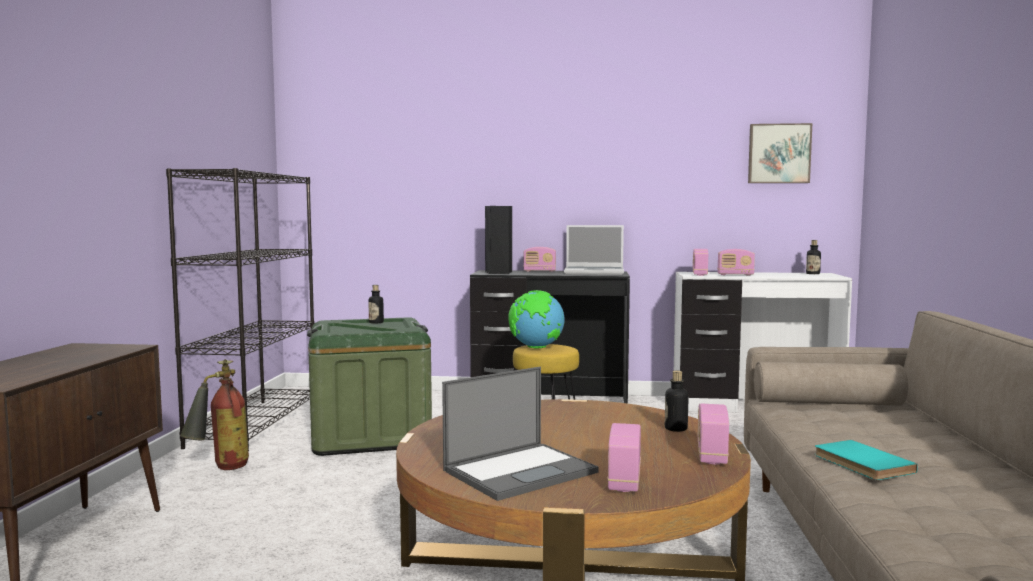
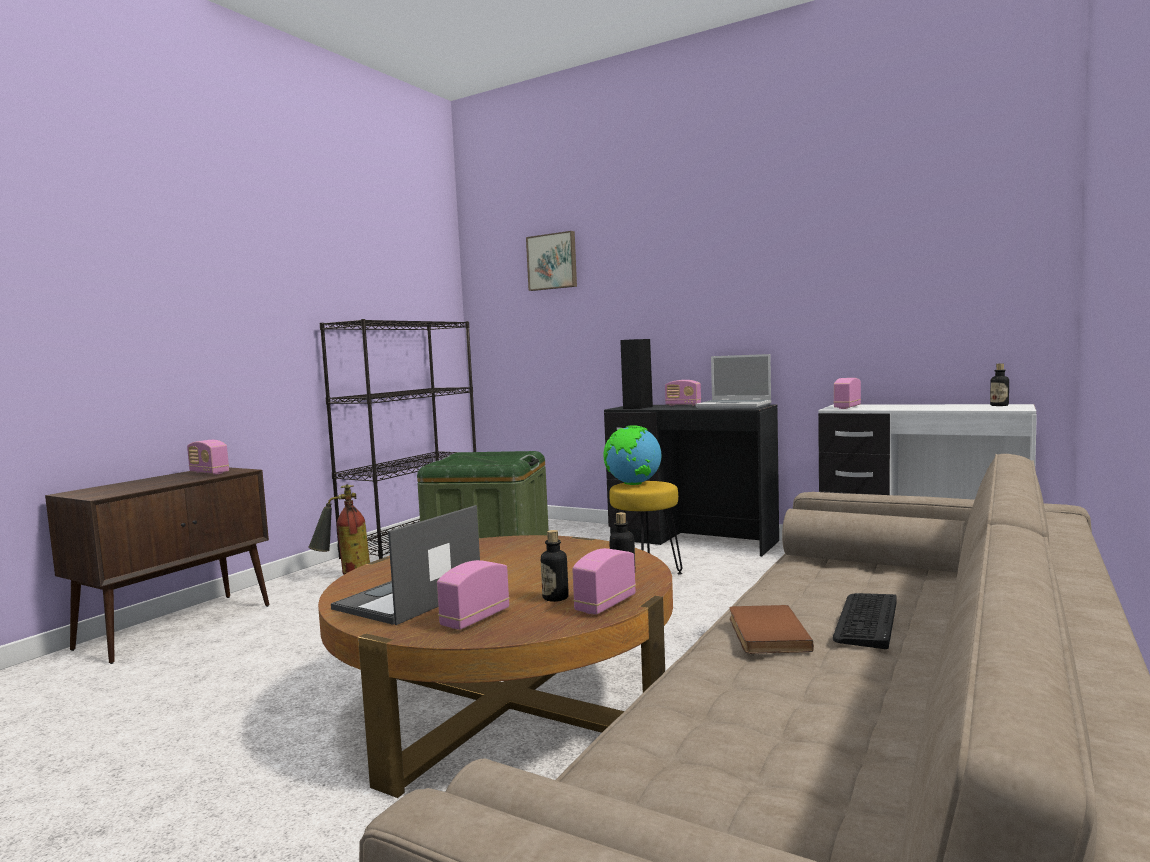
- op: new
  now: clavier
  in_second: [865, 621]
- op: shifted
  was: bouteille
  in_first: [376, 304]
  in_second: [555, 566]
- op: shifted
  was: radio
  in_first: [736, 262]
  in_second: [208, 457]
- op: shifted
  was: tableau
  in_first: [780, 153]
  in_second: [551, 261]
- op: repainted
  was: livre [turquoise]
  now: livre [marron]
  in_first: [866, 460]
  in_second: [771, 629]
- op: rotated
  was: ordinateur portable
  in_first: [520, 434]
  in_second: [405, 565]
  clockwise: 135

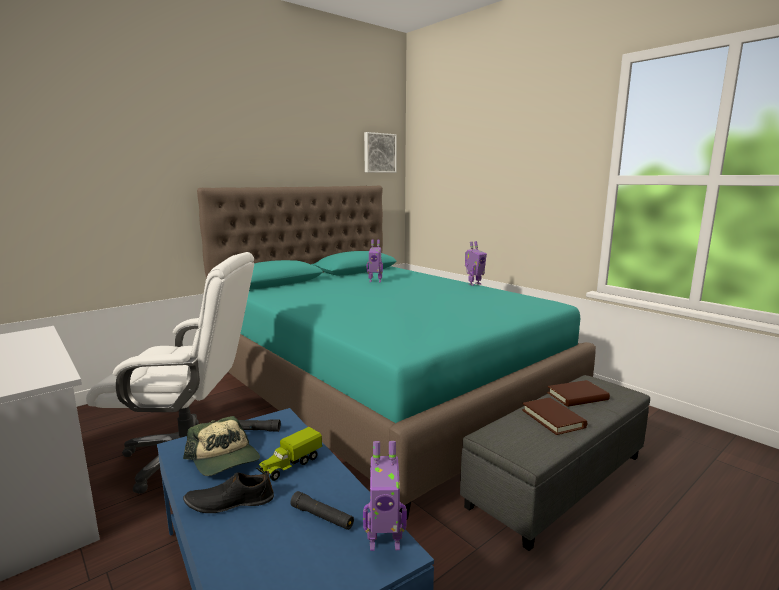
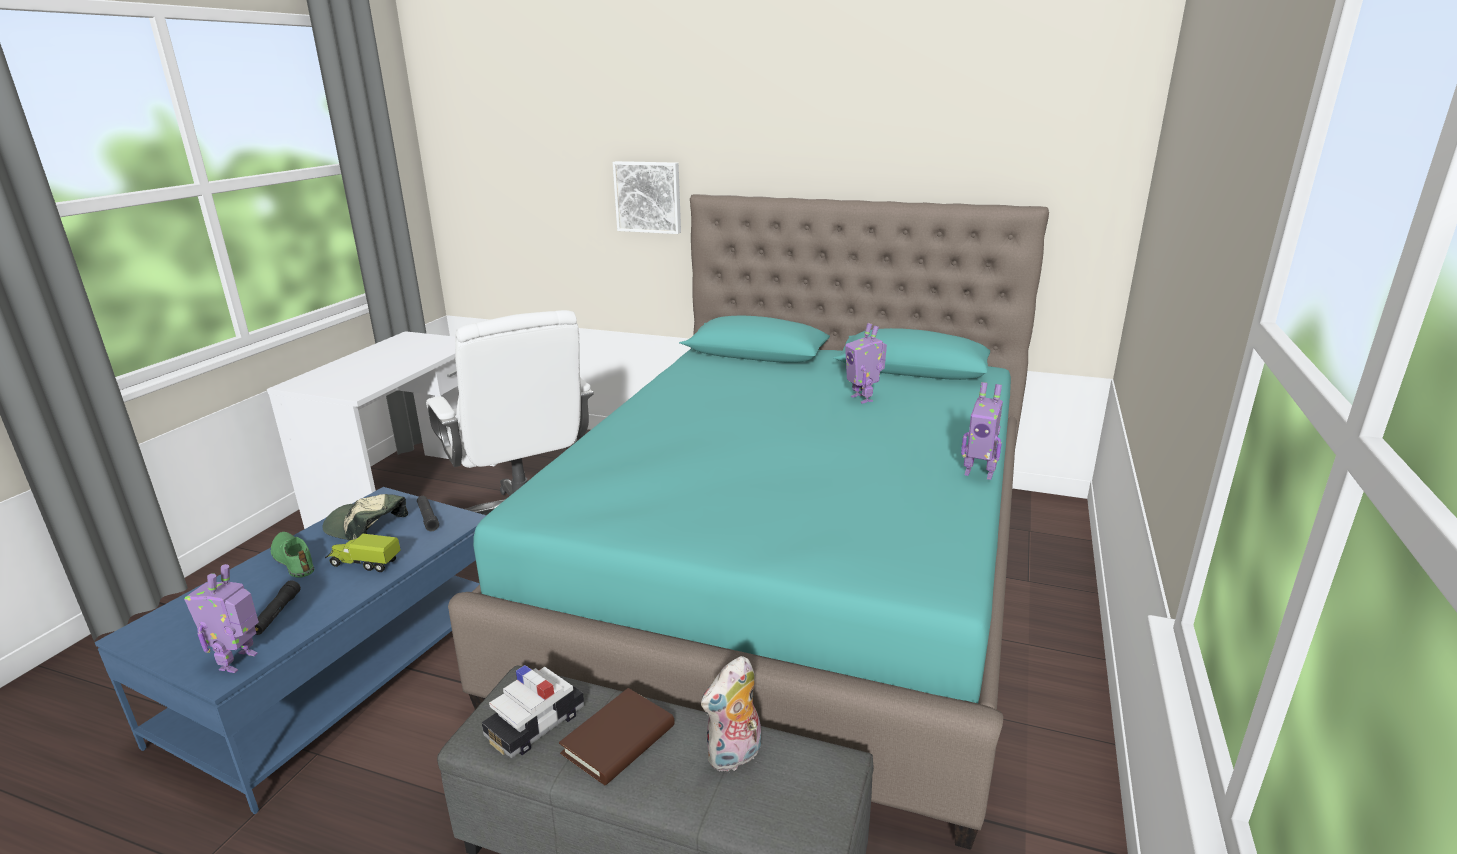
- op: new
  now: petite voiture
  in_second: [533, 711]
- op: shifted
  was: tableau
  in_first: [380, 152]
  in_second: [647, 197]
- op: swapped
  was: livre [marron]
  now: peluche
  in_first: [578, 393]
  in_second: [731, 714]
- op: repainted
  was: chaussure [noir]
  now: chaussure [vert]
  in_first: [228, 492]
  in_second: [292, 555]
- op: rotated
  was: casquette
  in_first: [221, 446]
  in_second: [365, 517]
  clockwise: 90
- op: rotated
  was: robot jouet
  in_first: [385, 496]
  in_second: [221, 618]
  clockwise: 45

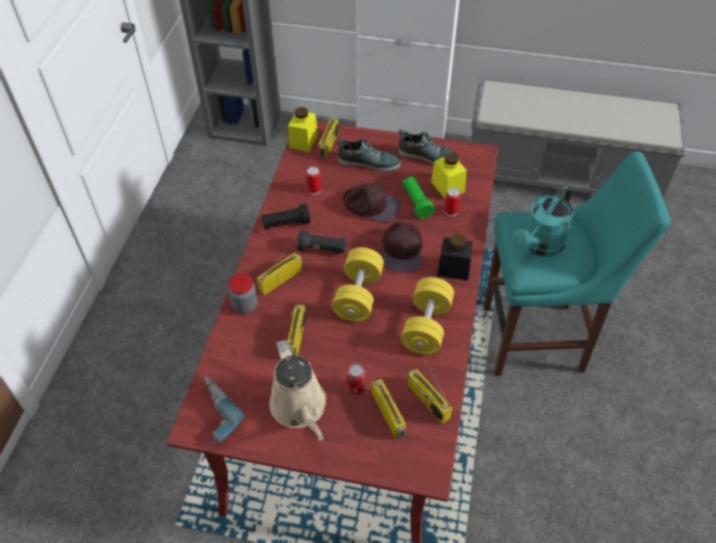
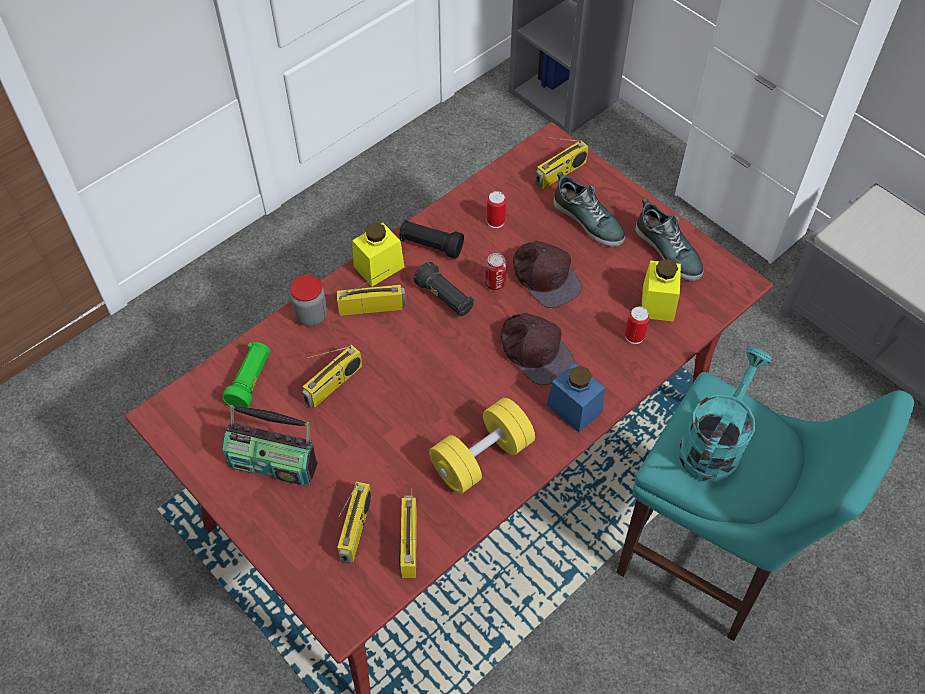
- op: gone
  was: perceuse
  in_first: [225, 409]
- op: gone
  was: haltère [jaune]
  in_first: [358, 284]
- op: shifted
  was: bocal [jaune]
  in_first: [303, 129]
  in_second: [378, 254]
- op: shifted
  was: boîte métallique
  in_first: [356, 379]
  in_second: [496, 271]
- op: shifted
  was: lampe de poche [vert]
  in_first: [418, 197]
  in_second: [246, 375]
- op: swapped
  was: arrosoir [beige]
  now: radio
  in_first: [297, 390]
  in_second: [270, 445]
- op: repainted
  was: bocal [noir]
  now: bocal [bleu]
  in_first: [455, 257]
  in_second: [576, 398]
- op: rotated
  was: casquette [marron]
  in_first: [402, 247]
  in_second: [537, 349]
  clockwise: -75
- op: rotated
  was: arrosoir [turquoise]
  in_first: [543, 221]
  in_second: [725, 415]
  clockwise: 135

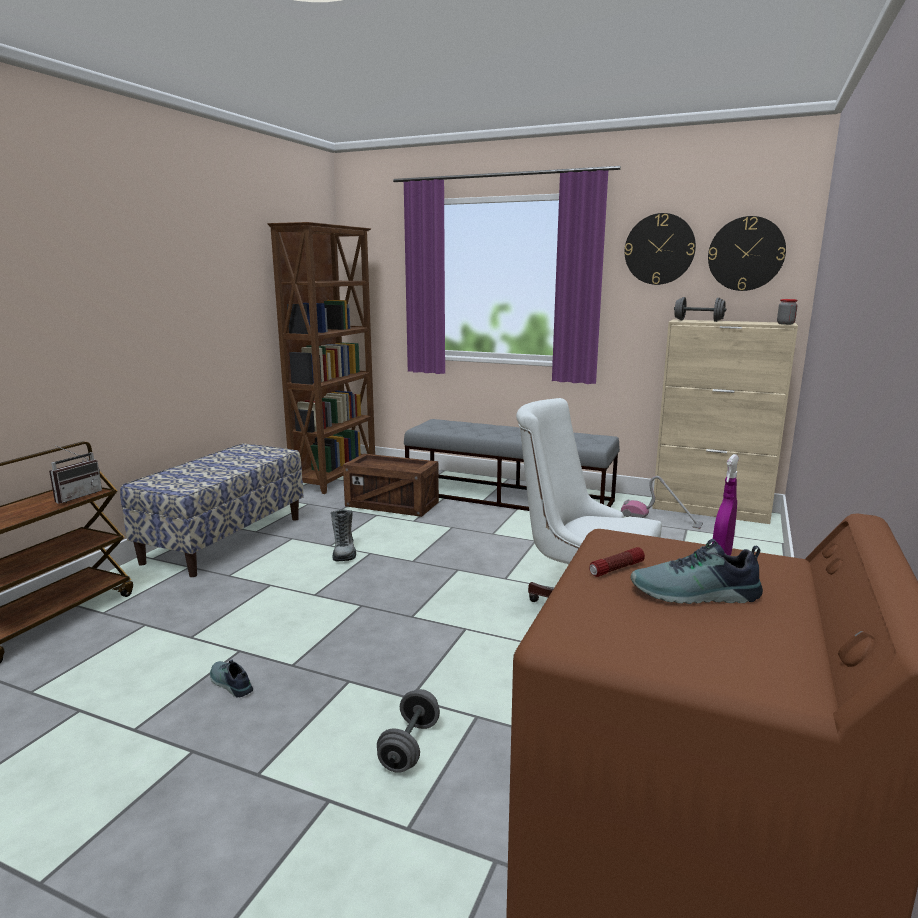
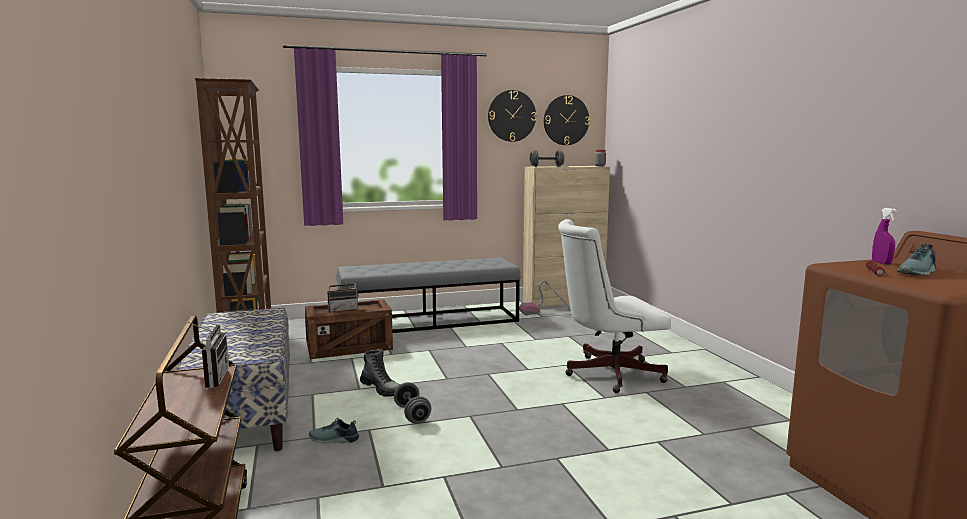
- op: new
  now: radio
  in_second: [343, 293]
- op: shifted
  was: chaussure
  in_first: [231, 679]
  in_second: [334, 430]
- op: shifted
  was: haltère [gris]
  in_first: [408, 731]
  in_second: [412, 402]

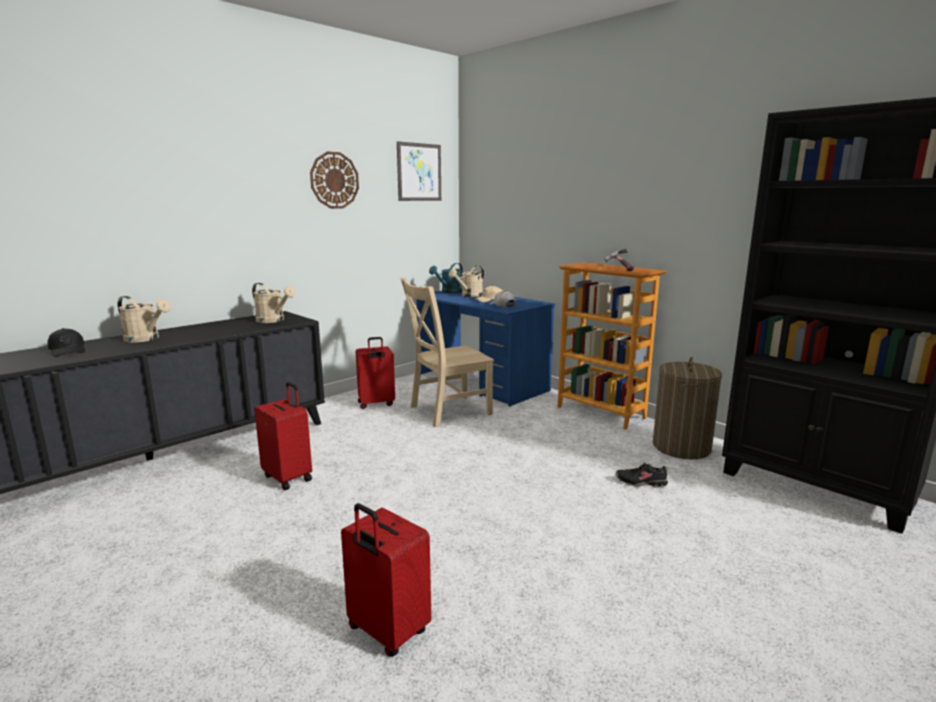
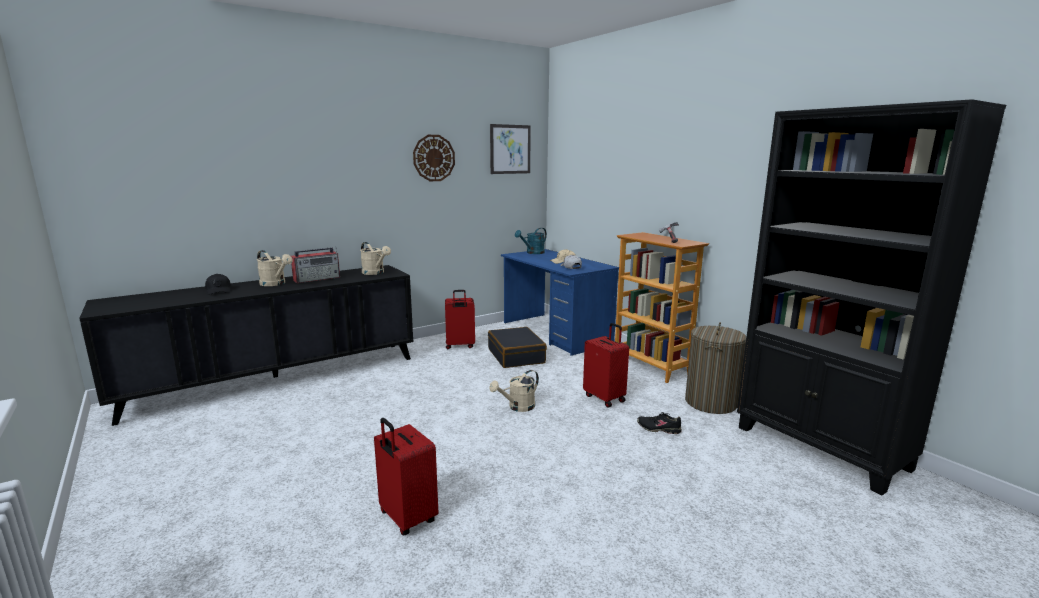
- op: new
  now: radio
  in_second: [315, 265]
- op: shifted
  was: valise [rouge]
  in_first: [283, 436]
  in_second: [606, 365]
- op: shifted
  was: arrosoir [beige]
  in_first: [466, 281]
  in_second: [514, 391]
- op: swapped
  was: chaise [beige]
  now: valise [noir]
  in_first: [447, 352]
  in_second: [517, 347]

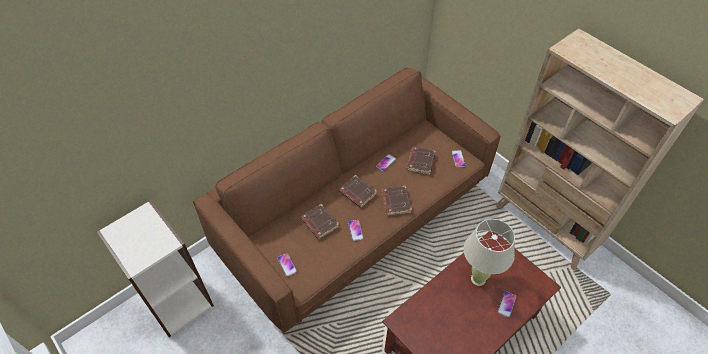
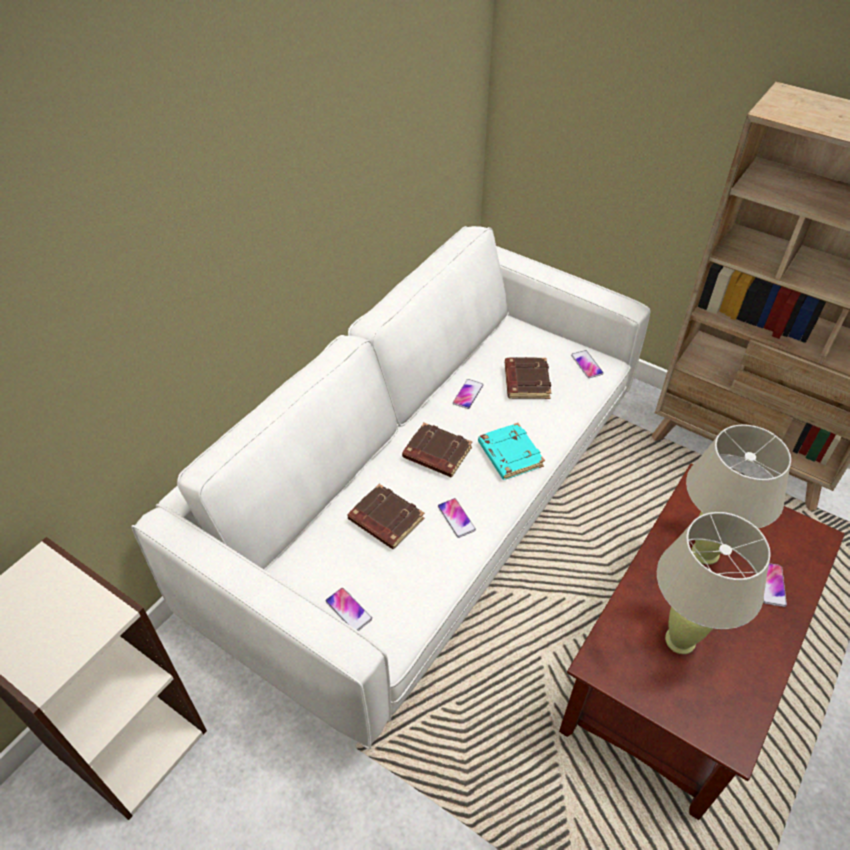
- op: new
  now: lampe de table [beige]
  in_second: [714, 583]
- op: repainted
  was: canapé [marron]
  now: canapé [blanc]
  in_first: [347, 200]
  in_second: [391, 488]
- op: repainted
  was: livre [marron]
  now: livre [turquoise]
  in_first: [396, 201]
  in_second: [511, 451]

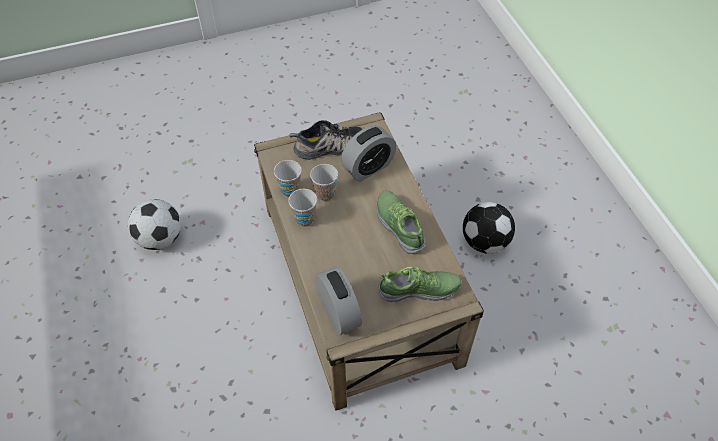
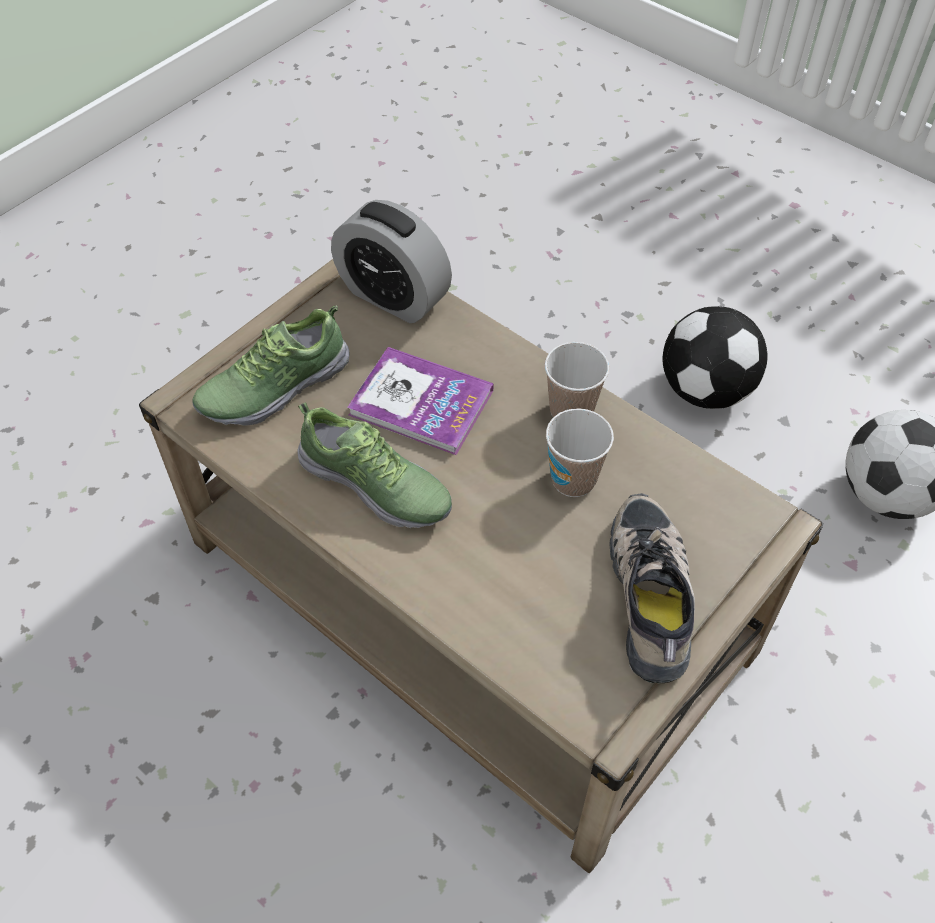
- op: gone
  was: tasse
  in_first: [288, 178]
- op: gone
  was: réveil
  in_first: [369, 153]
- op: new
  now: livre
  in_second: [420, 401]
- op: shifted
  was: ballon de foot
  in_first: [489, 228]
  in_second: [714, 357]
- op: rotated
  was: chaussure
  in_first: [327, 140]
  in_second: [652, 588]
  clockwise: 135

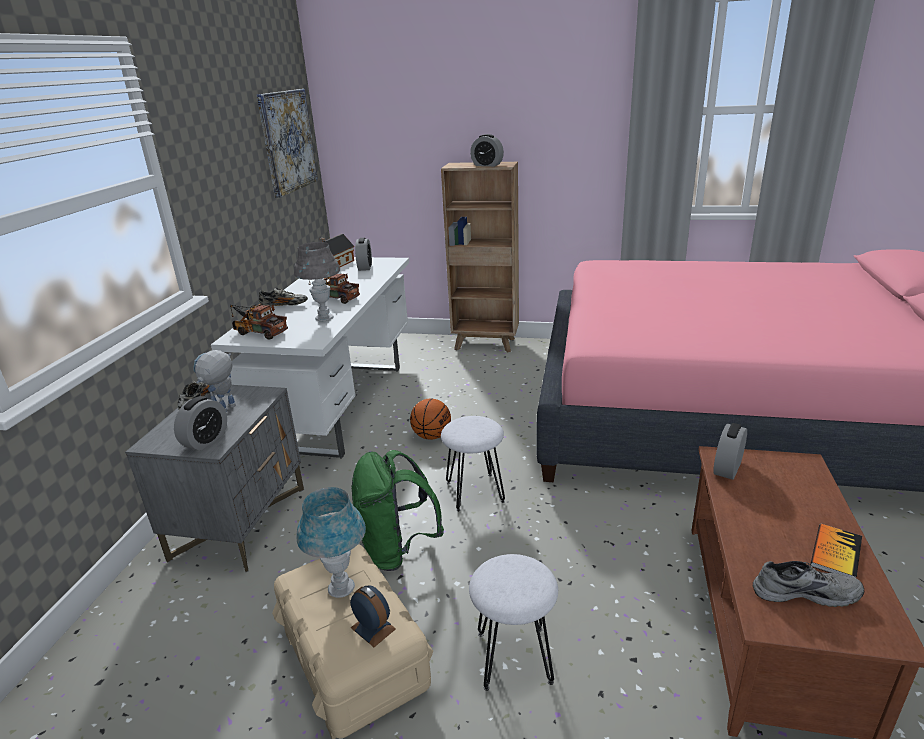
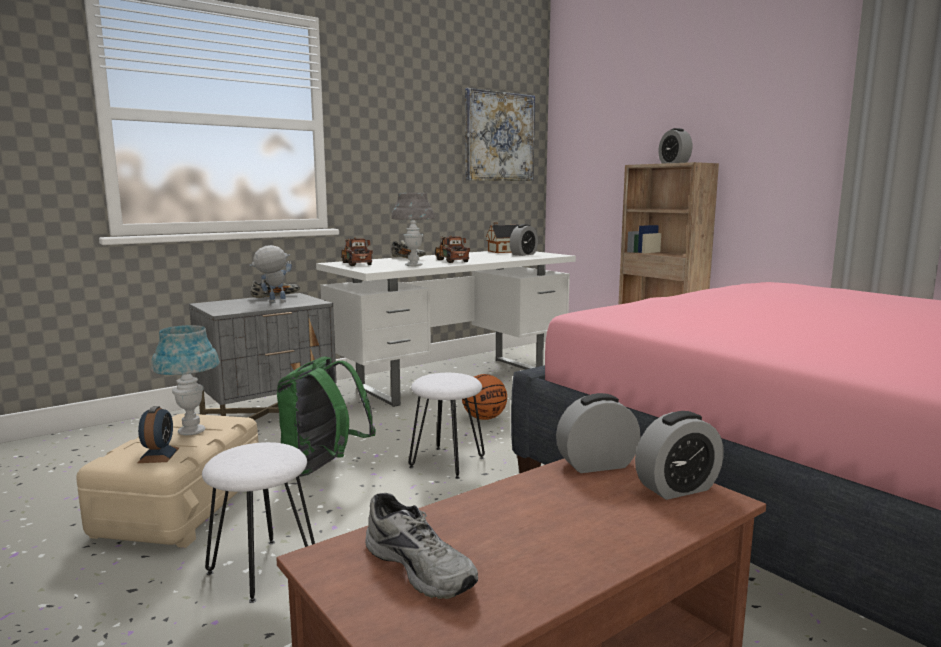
- op: gone
  was: livre
  in_first: [836, 551]
- op: shifted
  was: réveil
  in_first: [200, 423]
  in_second: [679, 455]

